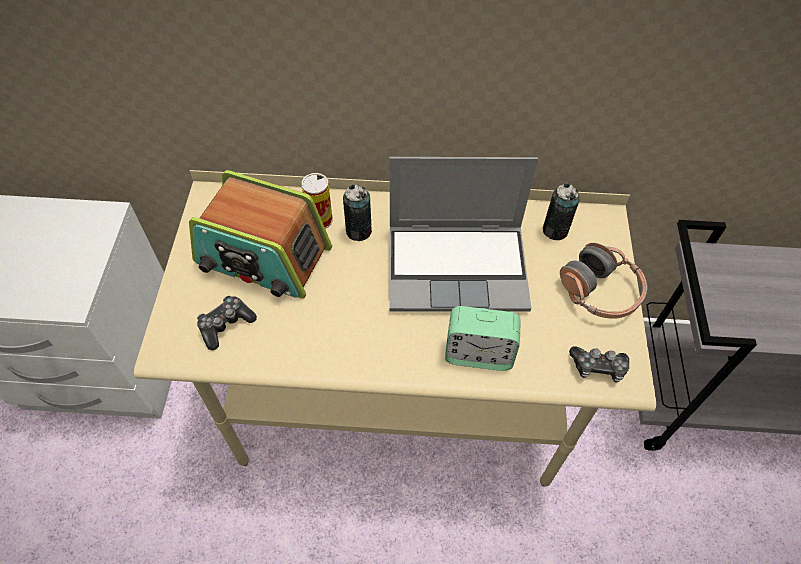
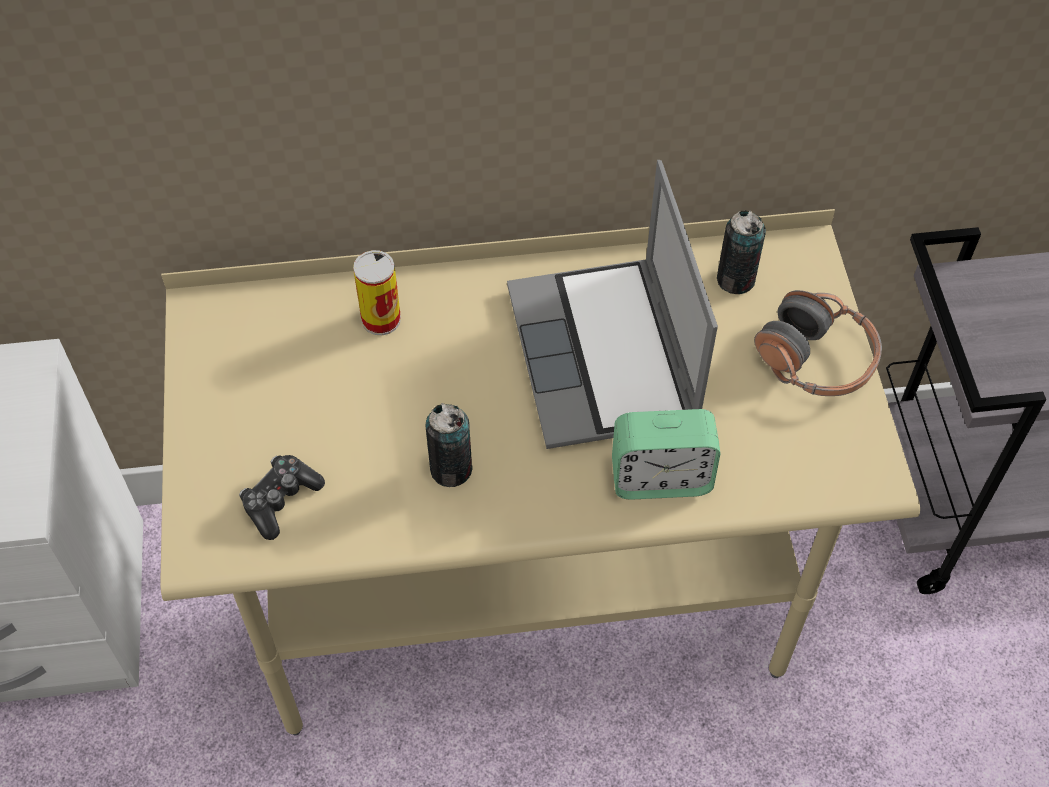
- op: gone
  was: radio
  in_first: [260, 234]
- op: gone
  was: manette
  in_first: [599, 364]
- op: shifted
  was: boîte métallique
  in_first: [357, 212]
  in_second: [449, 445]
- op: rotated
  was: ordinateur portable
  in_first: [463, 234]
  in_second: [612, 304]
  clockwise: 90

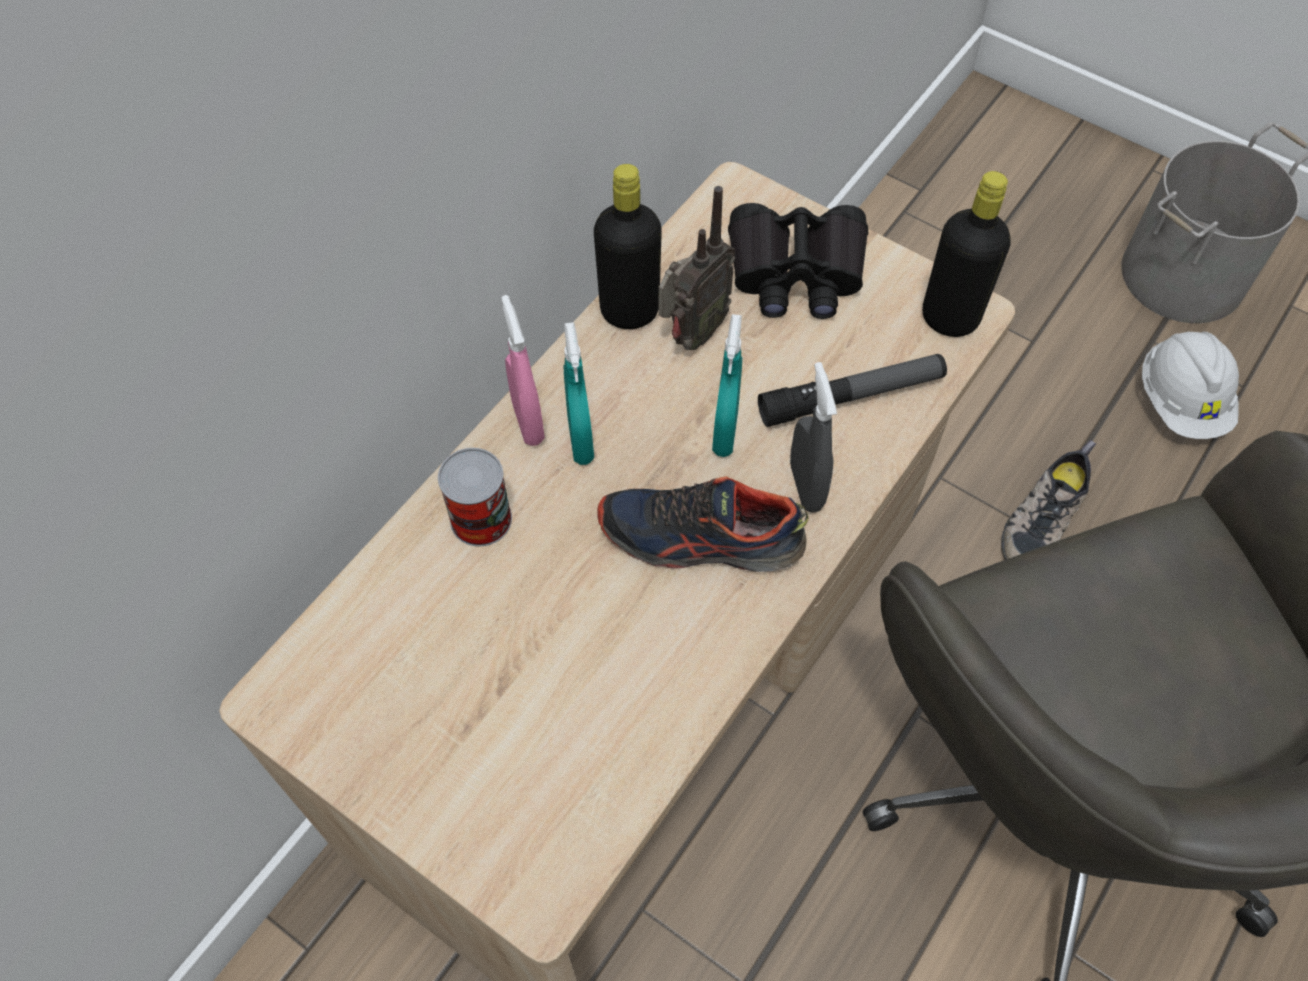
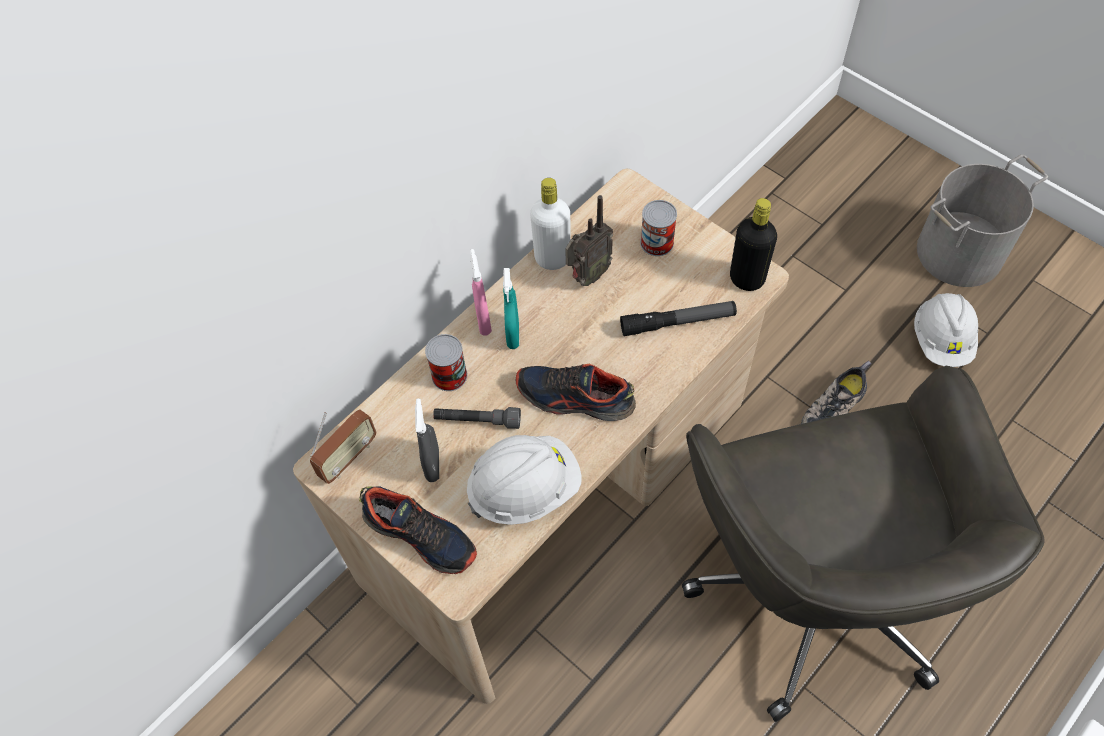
- op: gone
  was: vaporisateur [turquoise]
  in_first: [727, 385]
- op: new
  now: radio
  in_second: [343, 446]
- op: new
  now: chaussure
  in_second: [418, 530]
- op: new
  now: lampe de poche [gris]
  in_second: [477, 418]
- op: new
  now: casque de chantier [blanc]
  in_second: [524, 480]
- op: shifted
  was: vaporisateur [gris]
  in_first: [813, 437]
  in_second: [427, 440]
- op: swapped
  was: jumelles [noir]
  now: boîte métallique
  in_first: [798, 261]
  in_second: [658, 228]
- op: repainted
  was: bouteille [noir]
  now: bouteille [blanc]
  in_first: [628, 246]
  in_second: [550, 224]

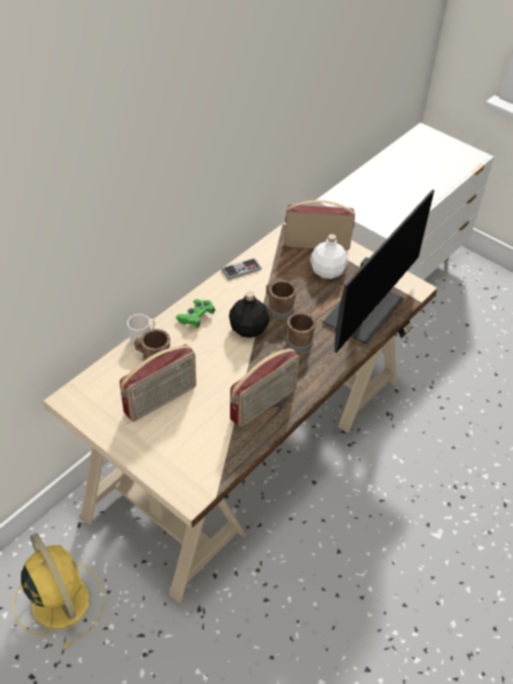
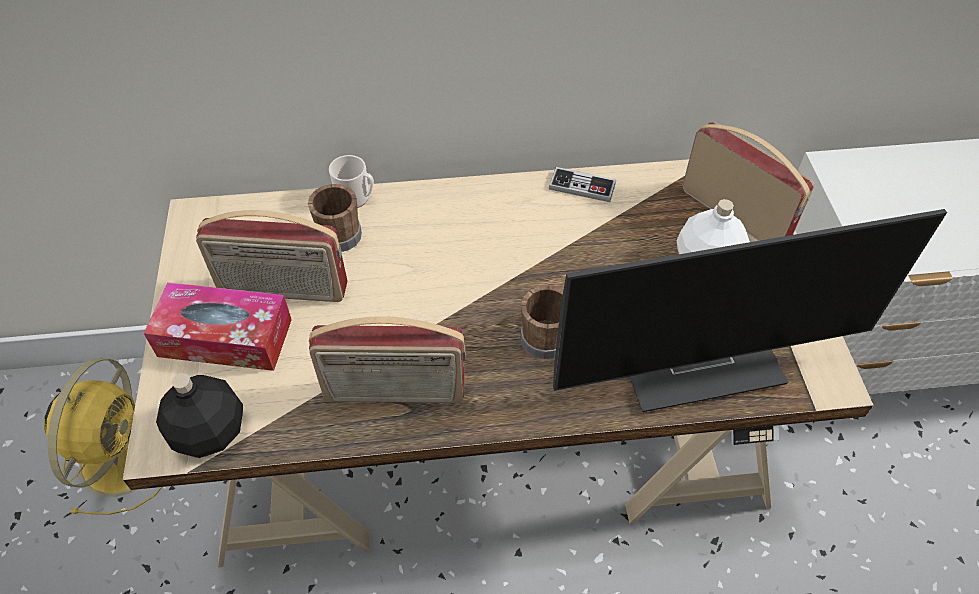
- op: gone
  was: manette [vert]
  in_first: [195, 313]
- op: gone
  was: mug [marron]
  in_first: [281, 299]
- op: new
  now: boîte à mouchoirs
  in_second: [218, 326]
- op: shifted
  was: bouteille [noir]
  in_first: [249, 314]
  in_second: [199, 415]

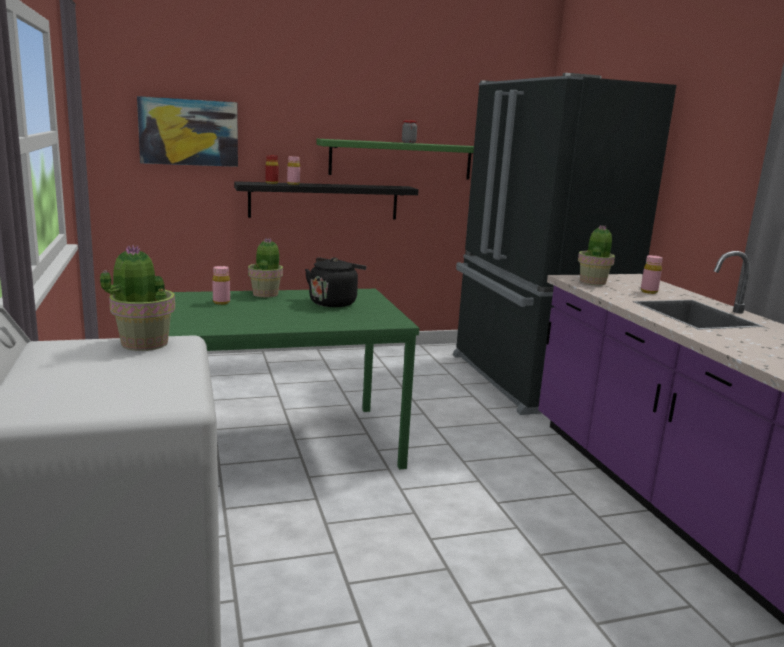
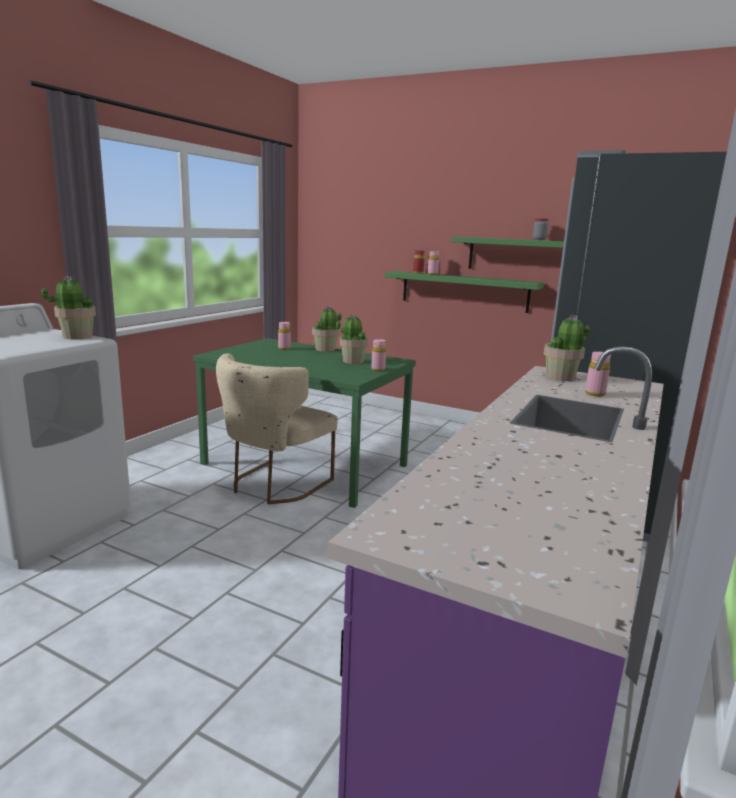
- op: gone
  was: tableau
  in_first: [187, 131]
- op: new
  now: chaise [beige]
  in_second: [277, 428]
- op: new
  now: bouteille [rose]
  in_second: [378, 355]
- op: swapped
  was: bouilloire [noir]
  now: plante en pot
  in_first: [335, 282]
  in_second: [352, 339]
- op: repainted
  was: étagère [noir]
  now: étagère [vert]
  in_first: [326, 200]
  in_second: [464, 292]

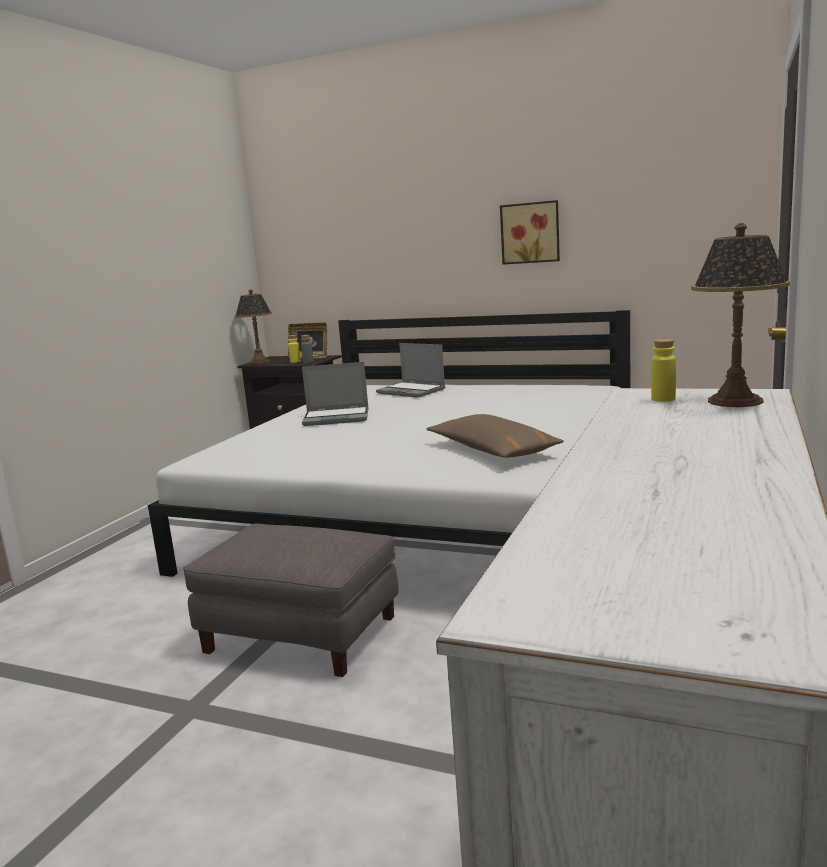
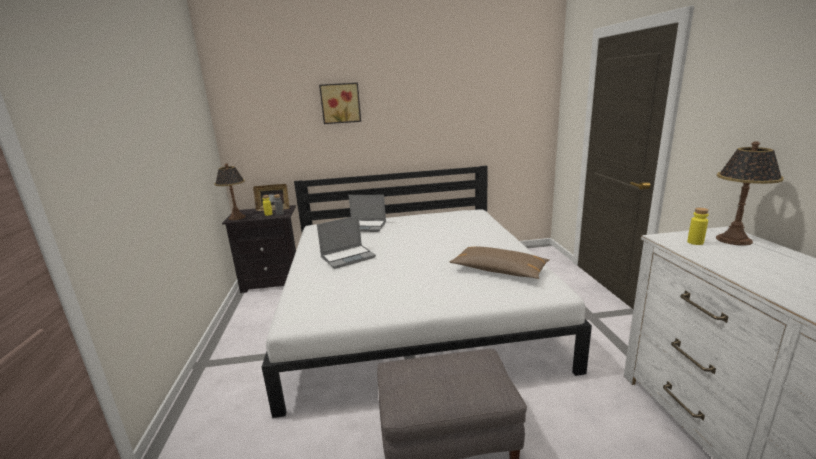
- op: shifted
  was: tableau
  in_first: [530, 232]
  in_second: [340, 103]

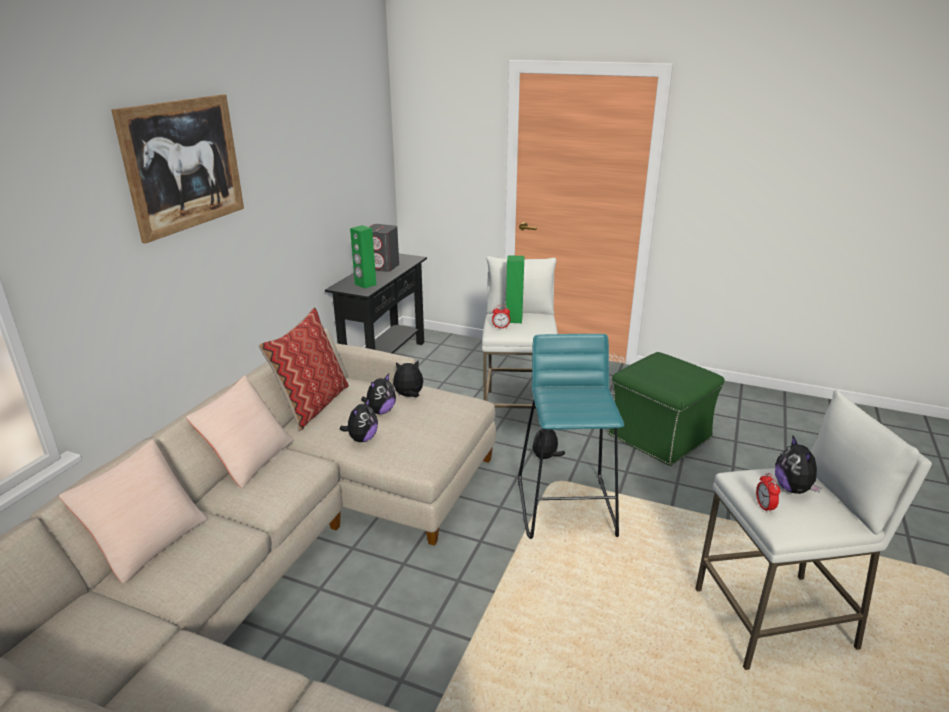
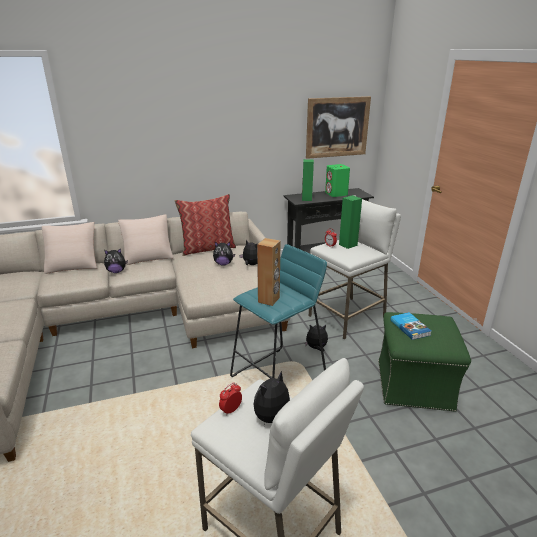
- op: new
  now: enceinte [marron]
  in_second: [269, 272]
- op: new
  now: livre
  in_second: [411, 326]
- op: shifted
  was: tableau
  in_first: [177, 169]
  in_second: [338, 127]
- op: shifted
  was: peluche
  in_first: [359, 420]
  in_second: [116, 260]
- op: repainted
  was: enceinte [gris]
  now: enceinte [vert]
  in_first: [384, 248]
  in_second: [337, 180]

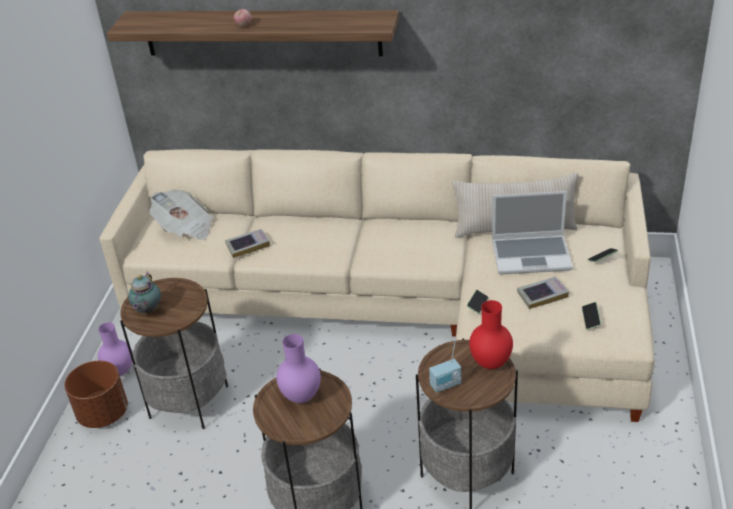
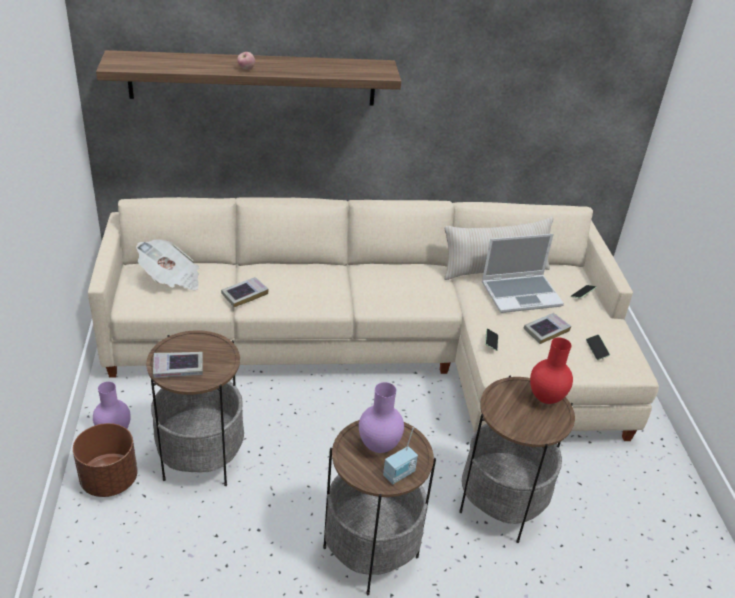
- op: shifted
  was: radio
  in_first: [445, 366]
  in_second: [400, 455]
- op: swapped
  was: théière
  now: livre
  in_first: [144, 293]
  in_second: [178, 365]

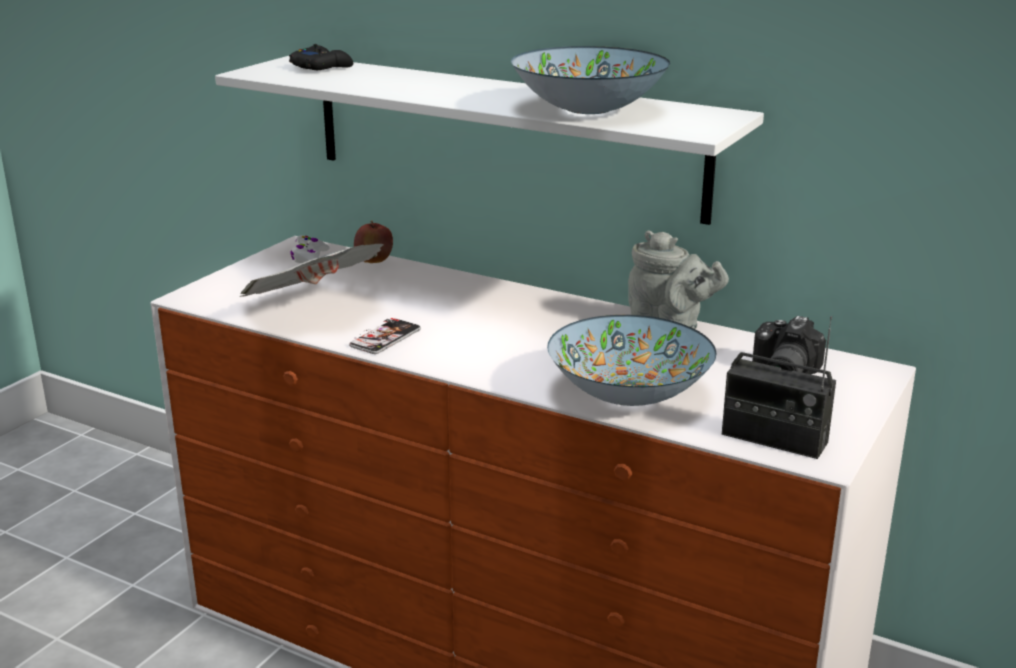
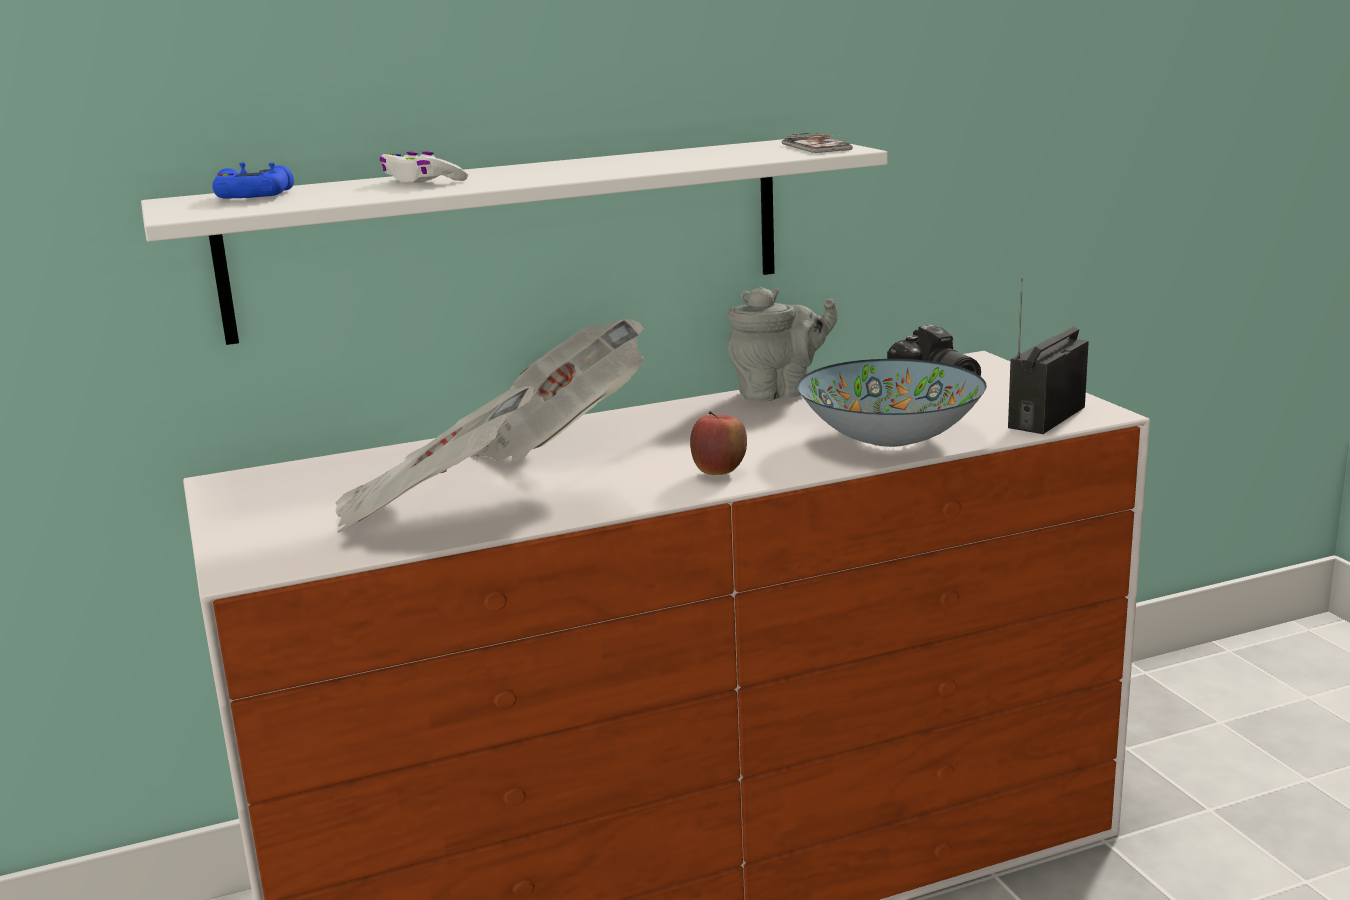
- op: gone
  was: bol
  in_first: [590, 80]
- op: new
  now: journal
  in_second: [558, 391]
- op: shifted
  was: manette [blanc]
  in_first: [310, 249]
  in_second: [424, 167]
- op: shifted
  was: téléphone
  in_first: [385, 336]
  in_second: [817, 143]
- op: shifted
  was: pomme
  in_first: [373, 241]
  in_second: [718, 443]
- op: repainted
  was: manette [noir]
  now: manette [bleu]
  in_first: [321, 57]
  in_second: [253, 180]
- op: rotated
  was: radio
  in_first: [779, 387]
  in_second: [1048, 356]
  clockwise: 150

